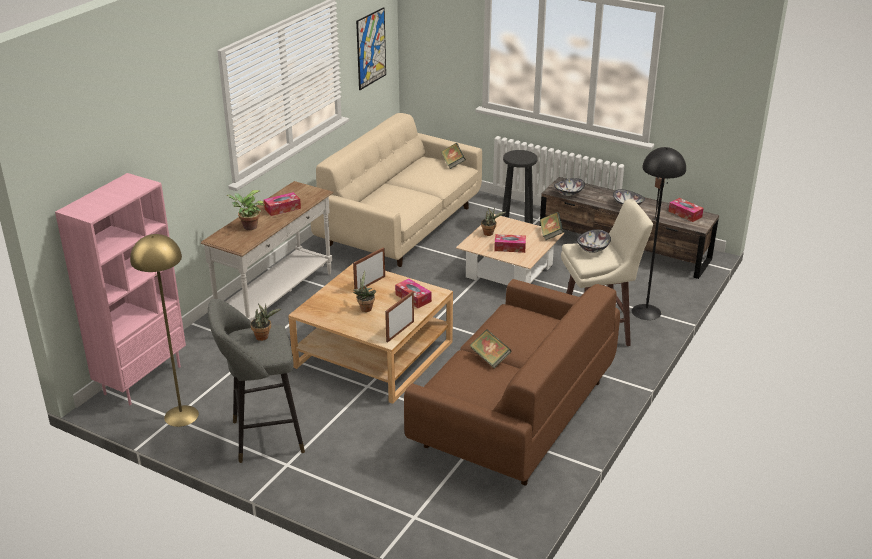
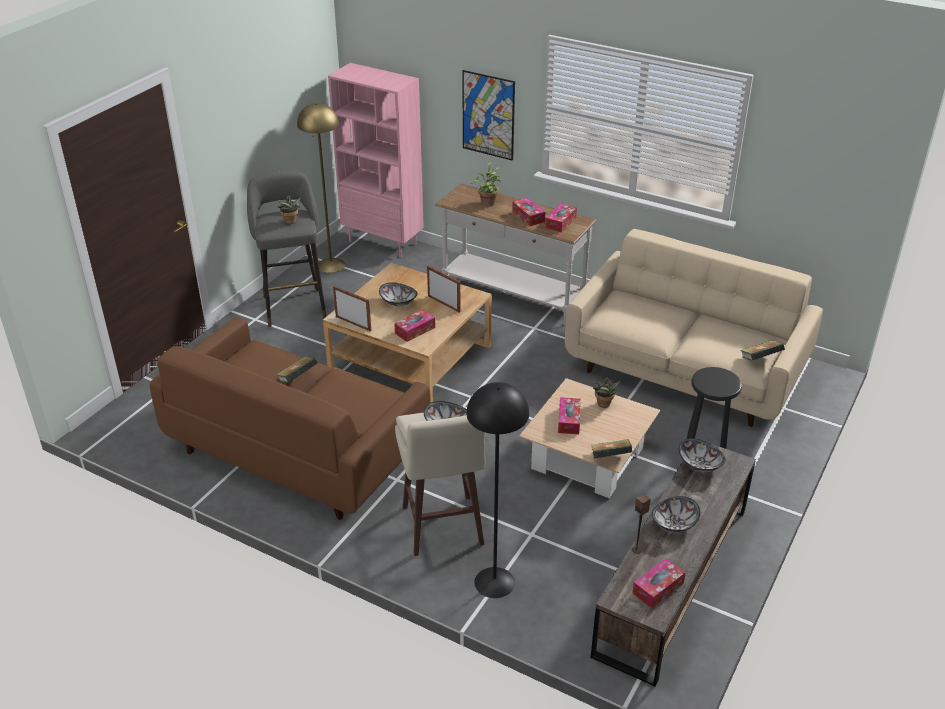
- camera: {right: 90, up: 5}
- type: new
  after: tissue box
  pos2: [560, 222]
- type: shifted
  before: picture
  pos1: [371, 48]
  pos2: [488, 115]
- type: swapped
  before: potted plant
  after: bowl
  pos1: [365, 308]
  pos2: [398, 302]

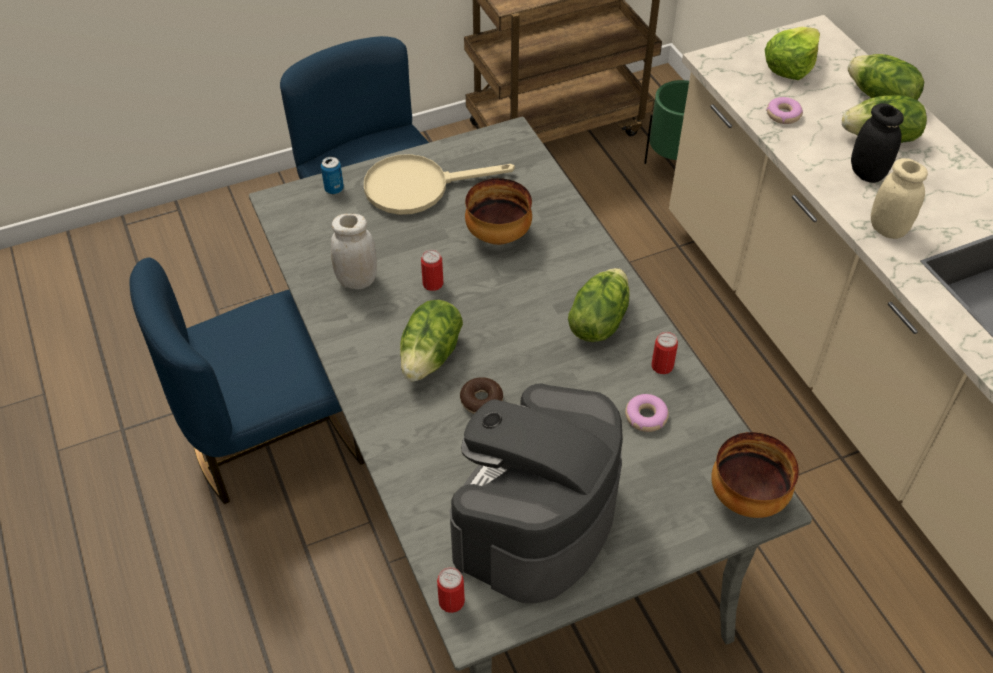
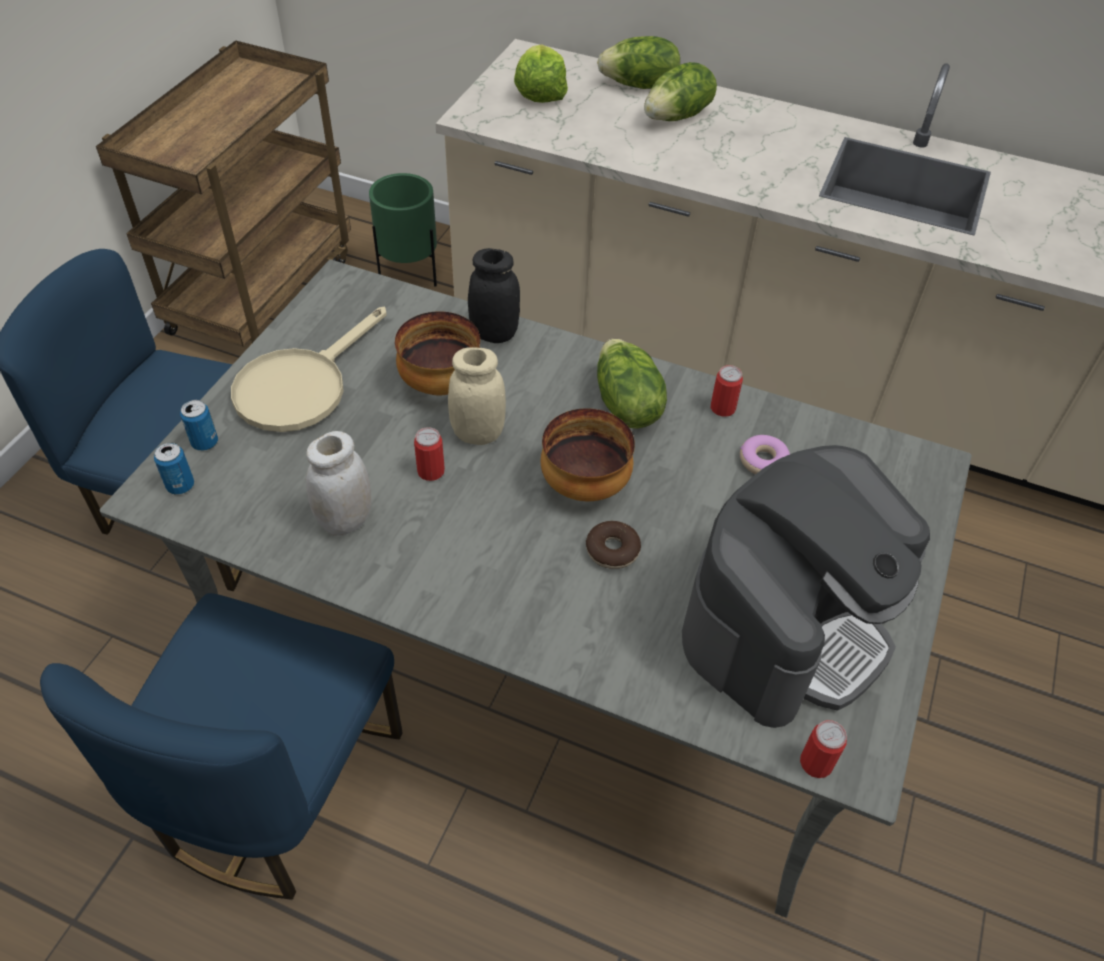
- camera: {right: -45, up: 0}
- type: gone
  before: lettuce
  pos1: [431, 356]
- type: gone
  before: donut
  pos1: [783, 115]
- type: new
  after: can
  pos2: [180, 485]
- type: shifted
  before: bowl
  pos1: [746, 496]
  pos2: [583, 485]
- type: shifted
  before: black jar
  pos1: [867, 173]
  pos2: [494, 333]
- type: shifted
  before: beige jar
  pos1: [888, 229]
  pos2: [478, 433]
- type: rotated
  before: coffee machine
  pos1: [535, 520]
  pos2: [789, 624]
  turn: -120

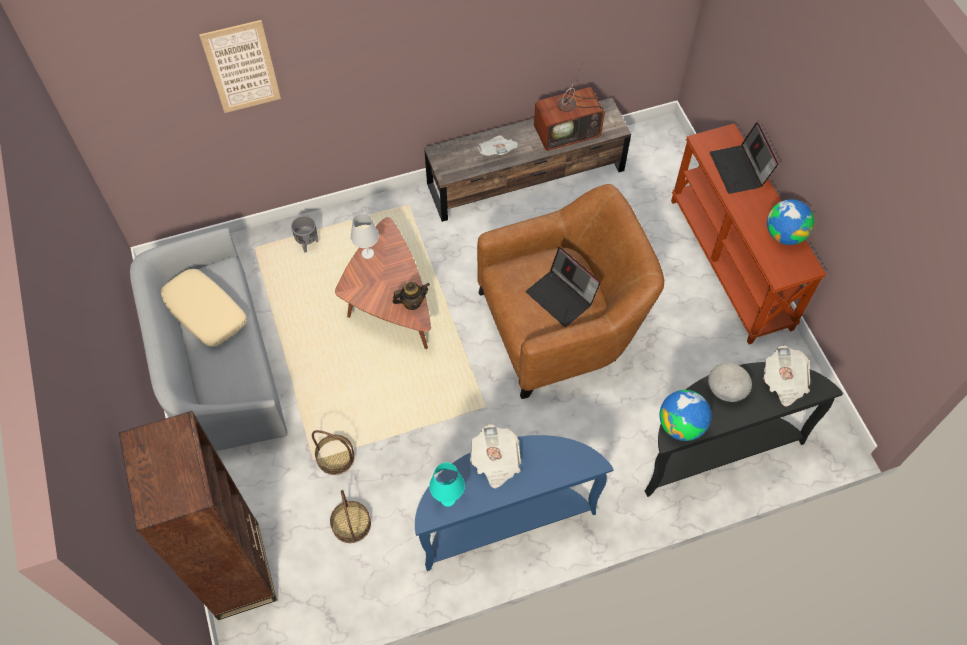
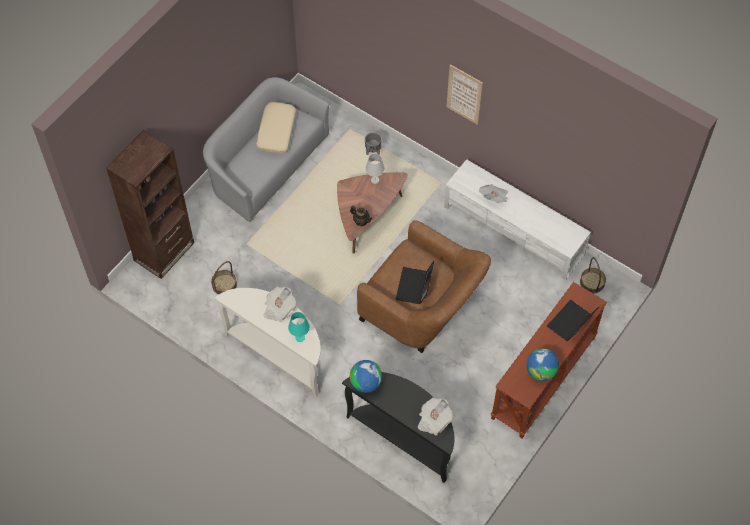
- camera: {right: 55, up: 0}
- type: gone
  before: television
  pos1: [568, 132]
- type: gone
  before: grey bowl
  pos1: [727, 389]
- type: shifted
  before: picture
  pos1: [241, 67]
  pos2: [464, 94]
- type: shifted
  before: basket
  pos1: [335, 457]
  pos2: [592, 282]
- type: shifted
  before: turquoise table lamp
  pos1: [448, 499]
  pos2: [300, 338]
- type: repainted
  before: blue console table
  after: white console table
  pos1: [504, 519]
  pos2: [280, 354]
- type: repainted
  before: brown tv stand
  after: white tv stand
  pos1: [527, 177]
  pos2: [514, 231]

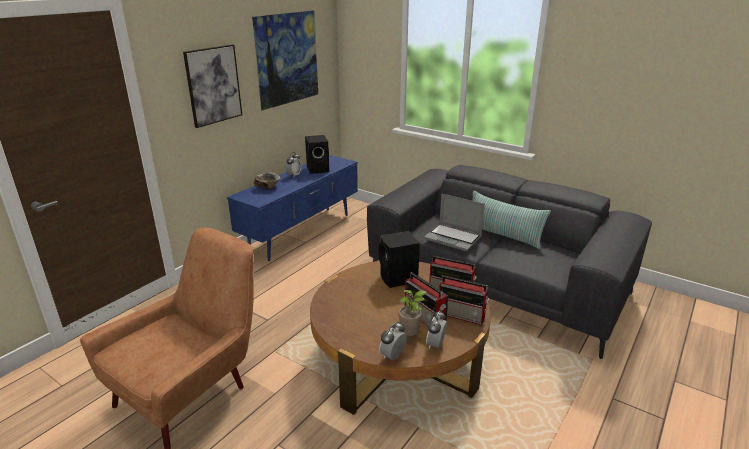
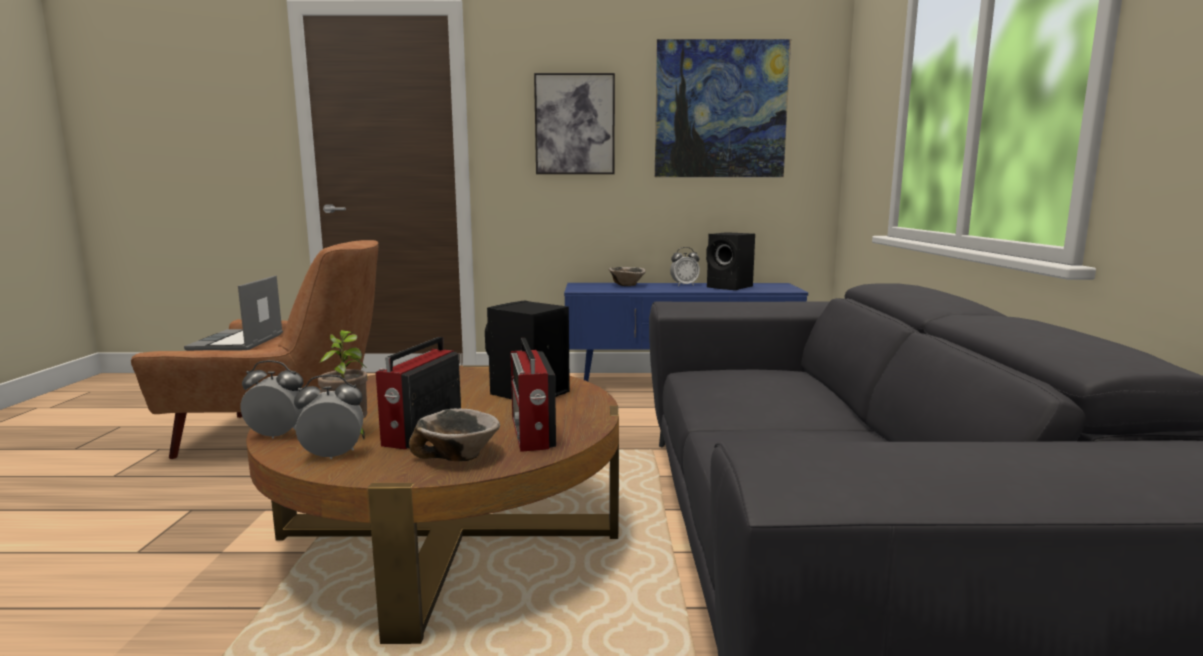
- camera: {right: 55, up: -15}
- type: gone
  before: pillow
  pos1: [503, 235]
- type: shifted
  before: laptop
  pos1: [454, 238]
  pos2: [238, 342]
- type: swapped
  before: radio
  after: bowl
  pos1: [462, 315]
  pos2: [459, 455]

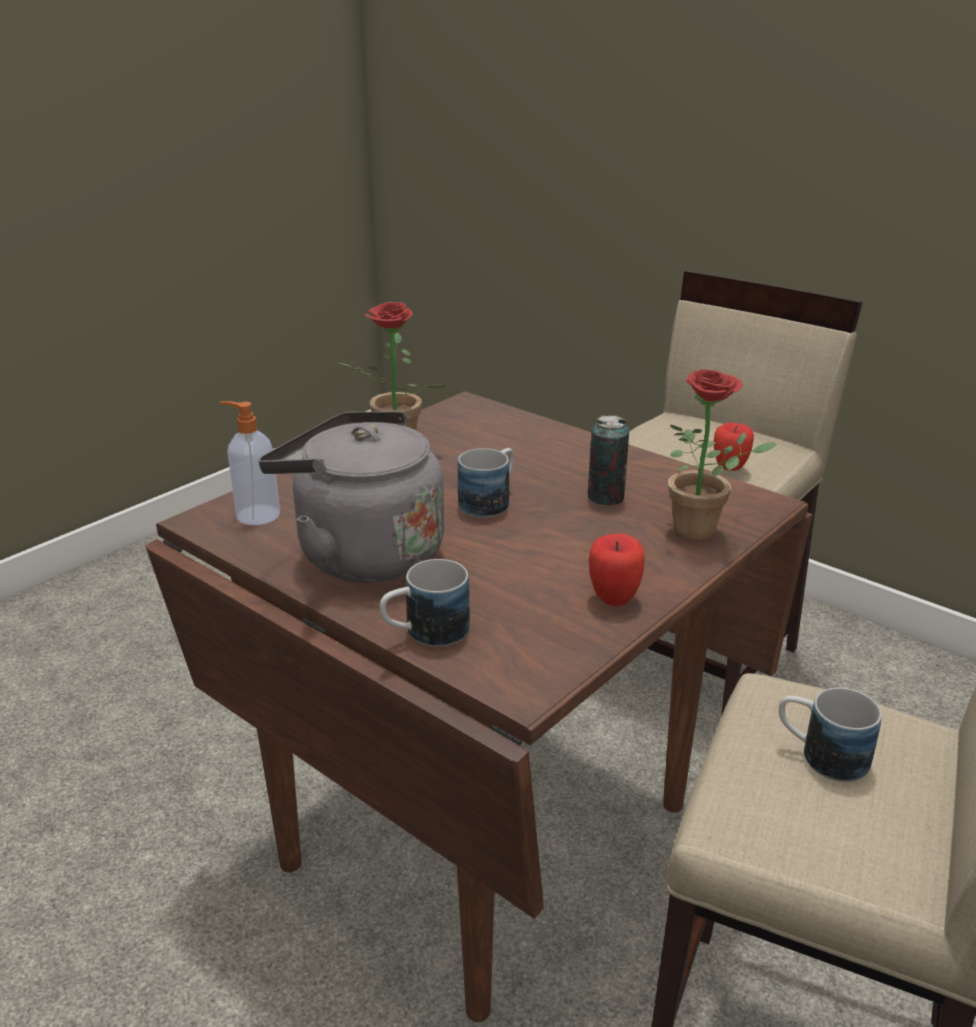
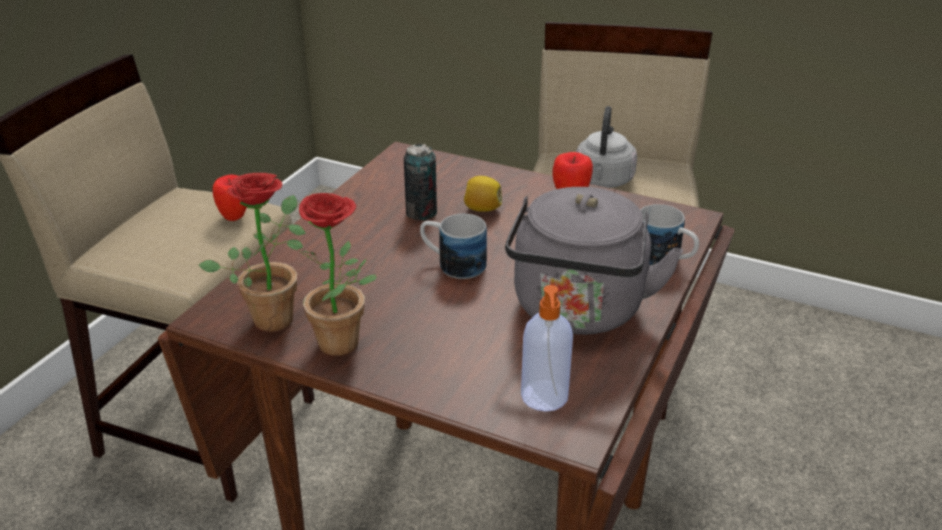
- camera: {right: -105, up: 5}
- type: new
  after: lemon
  pos2: [482, 209]
- type: shifted
  before: potted plant
  pos1: [703, 532]
  pos2: [275, 314]
- type: swapped
  before: mug
  after: grey kettle
  pos1: [820, 755]
  pos2: [603, 181]

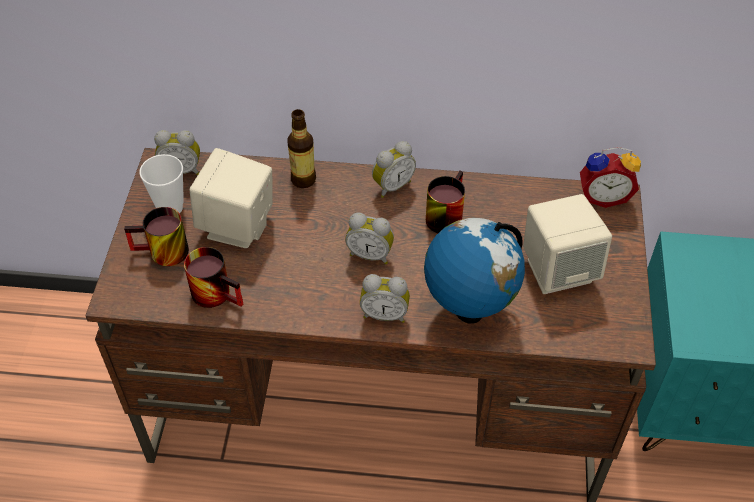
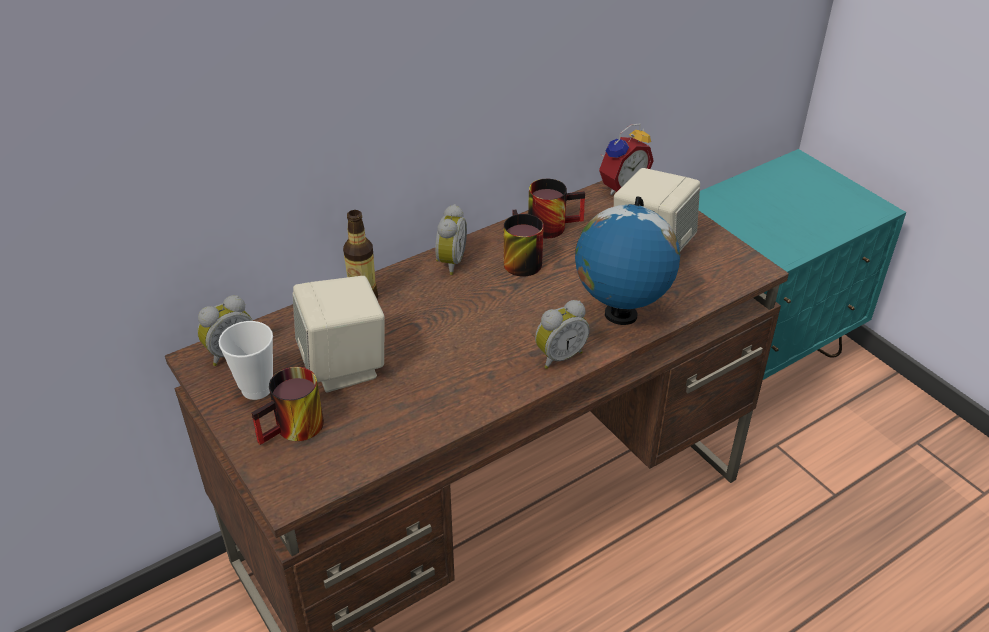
- camera: {right: -40, up: -10}
- type: gone
  before: alarm clock
  pos1: [370, 254]
- type: shifted
  before: mug
  pos1: [218, 292]
  pos2: [552, 224]

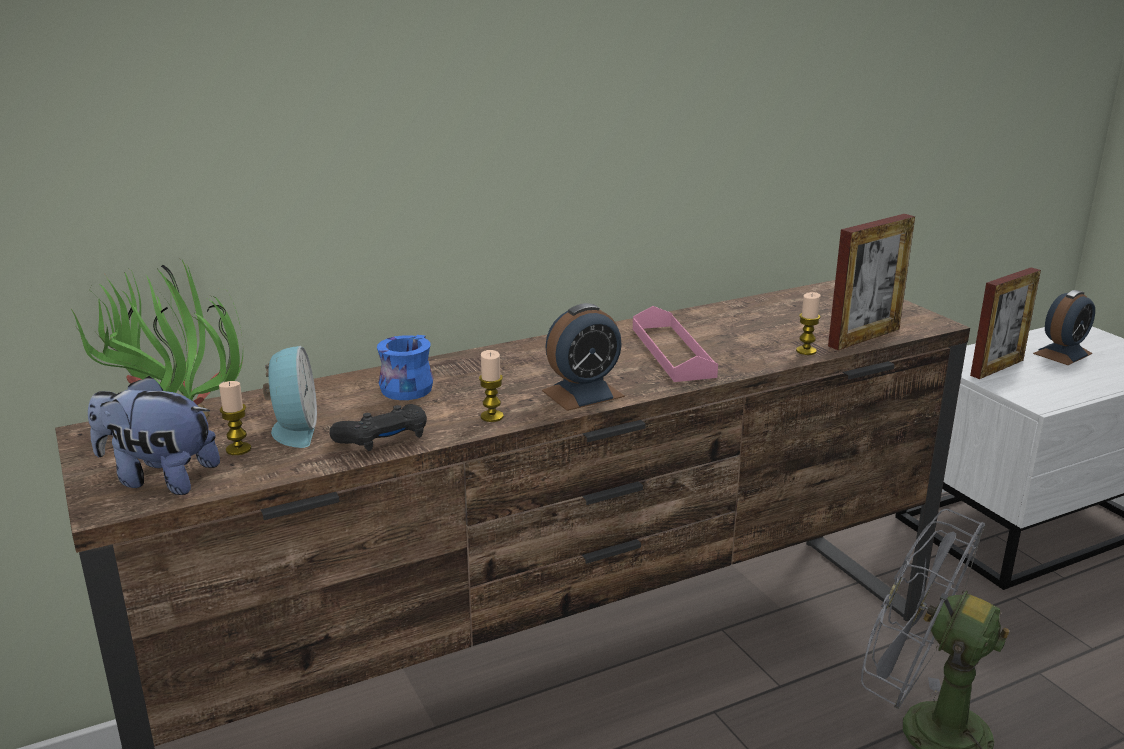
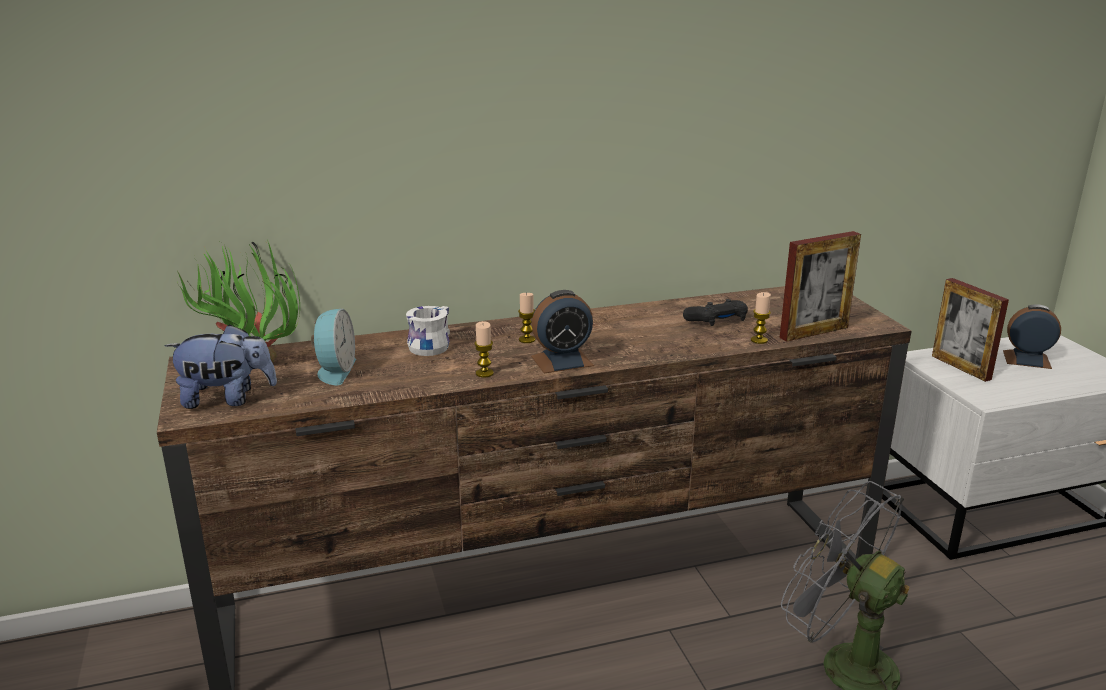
- camera: {right: 10, up: 0}
- type: gone
  before: pink tray
  pos1: [672, 352]
- type: shifted
  before: candle
  pos1: [238, 449]
  pos2: [527, 339]
- type: shifted
  before: black game controller
  pos1: [384, 440]
  pos2: [717, 321]
- type: repainted
  before: blue mug
  after: white mug
  pos1: [406, 385]
  pos2: [429, 345]
- type: rotated
  before: plush toy
  pos1: [159, 478]
  pos2: [227, 399]
  turn: 150
- type: rotated
  before: picture frame
  pos1: [997, 368]
  pos2: [960, 367]
  turn: 90
- type: rotated
  before: alarm clock
  pos1: [1062, 353]
  pos2: [1026, 359]
  turn: -135

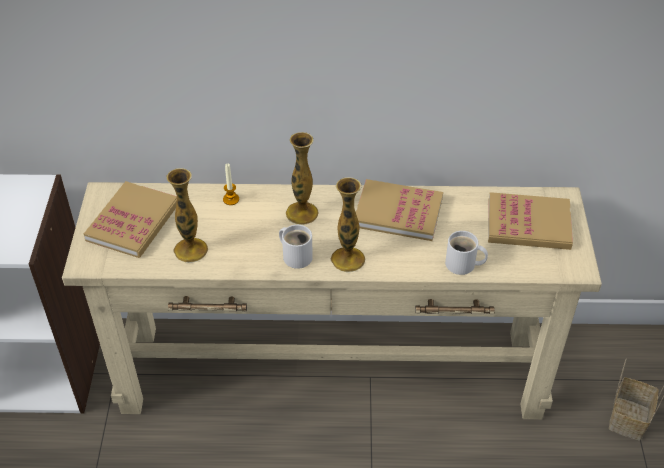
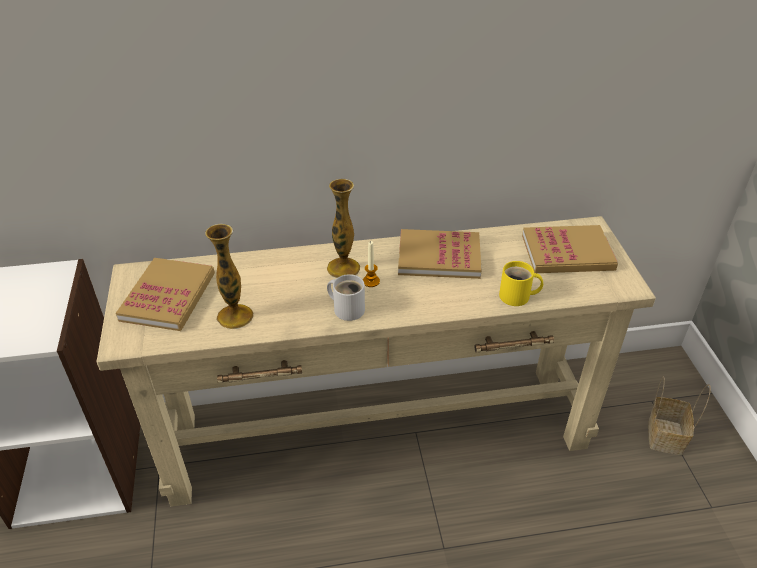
- camera: {right: -10, up: -5}
- type: gone
  before: vase
  pos1: [348, 259]
- type: shifted
  before: candle
  pos1: [231, 199]
  pos2: [371, 281]
- type: repainted
  before: white mug
  after: yellow mug
  pos1: [463, 265]
  pos2: [517, 297]

